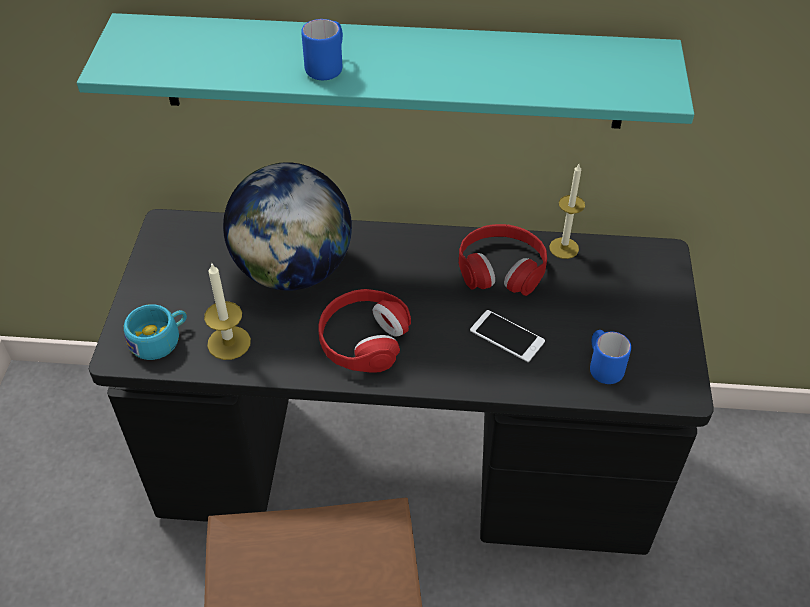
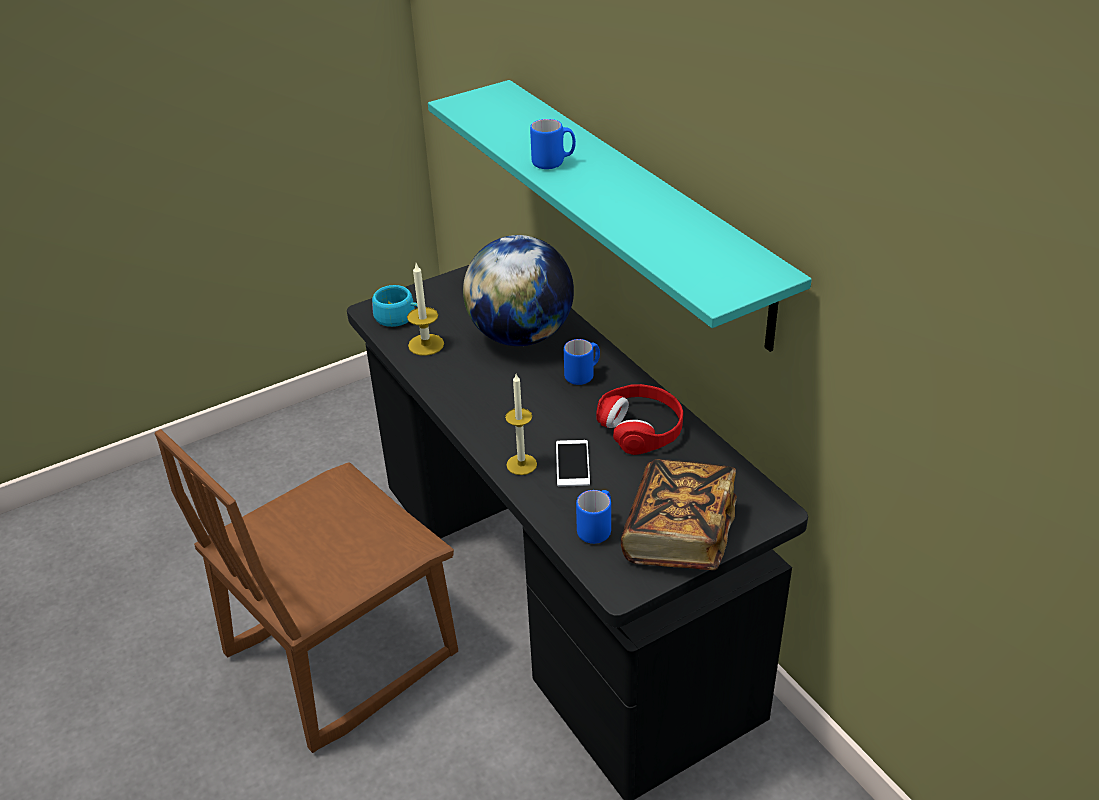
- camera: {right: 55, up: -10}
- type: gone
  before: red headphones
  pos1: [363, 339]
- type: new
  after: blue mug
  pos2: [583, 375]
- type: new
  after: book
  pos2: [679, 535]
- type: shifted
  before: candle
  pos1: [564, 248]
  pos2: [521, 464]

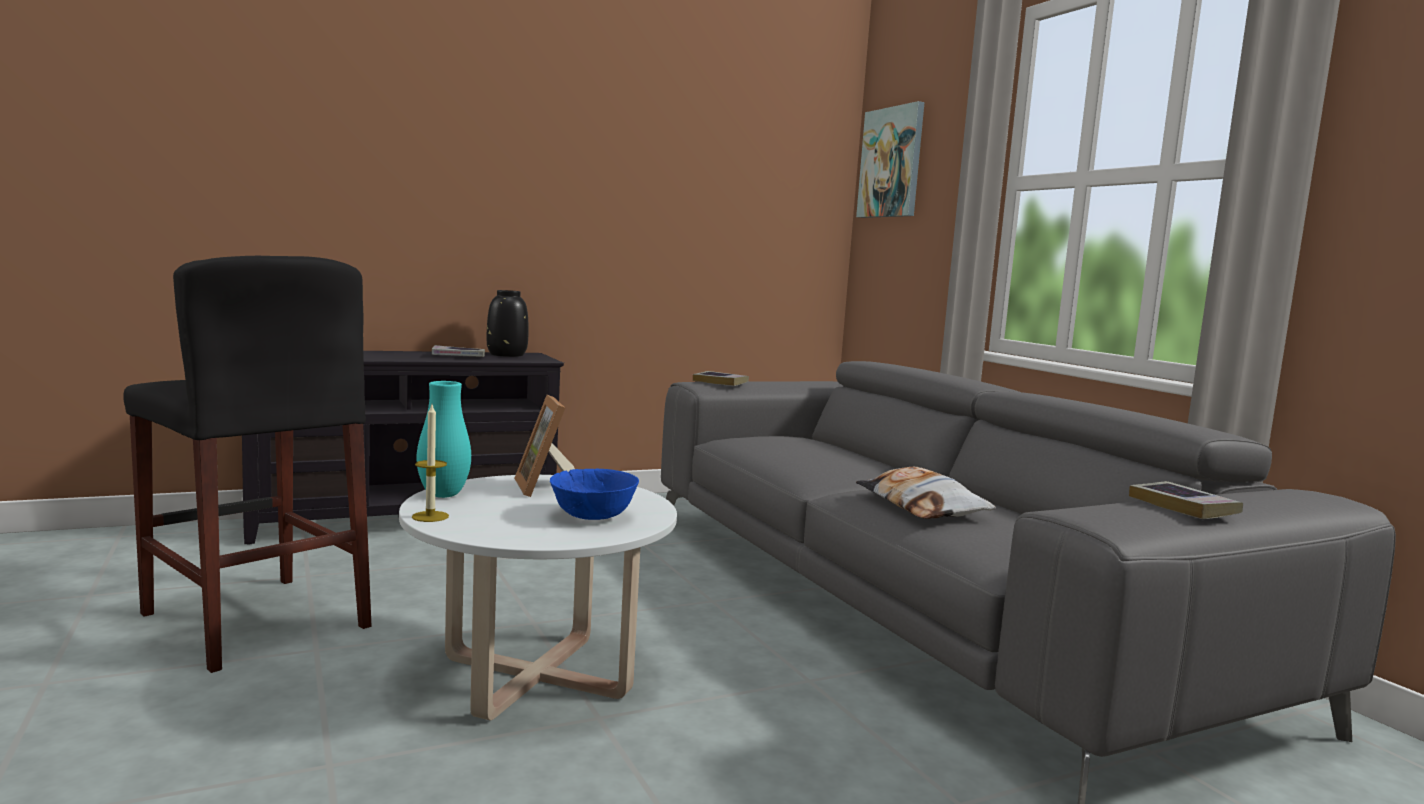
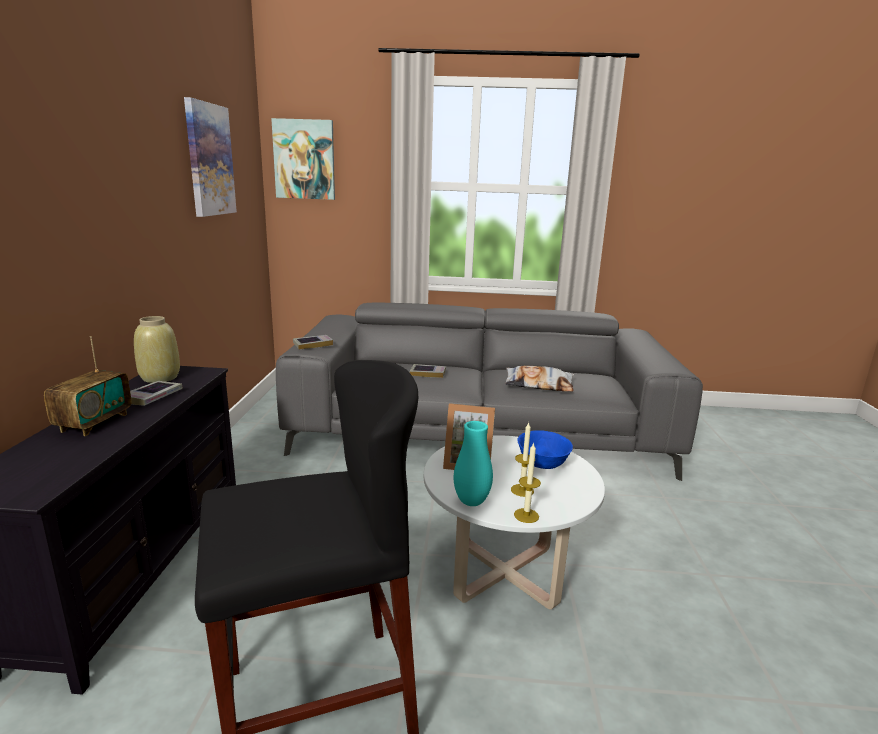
- camera: {right: -60, up: 10}
- type: new
  after: radio
  pos2: [94, 423]
- type: new
  after: picture
  pos2: [209, 160]
- type: new
  after: candle
  pos2: [522, 490]
- type: shifted
  before: book
  pos1: [1183, 507]
  pos2: [428, 373]
- type: repainted
  before: black vase
  after: beige vase
  pos1: [507, 354]
  pos2: [160, 377]

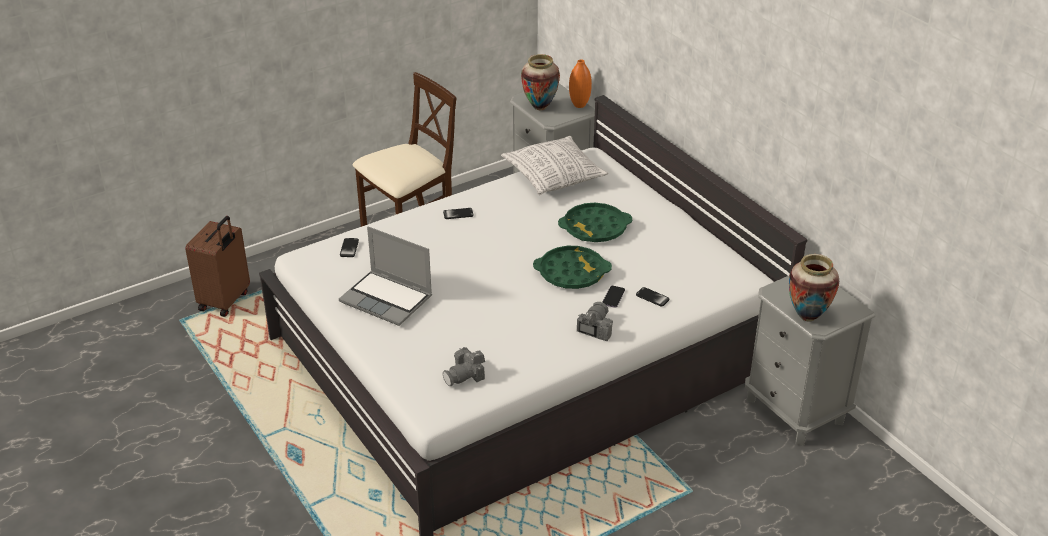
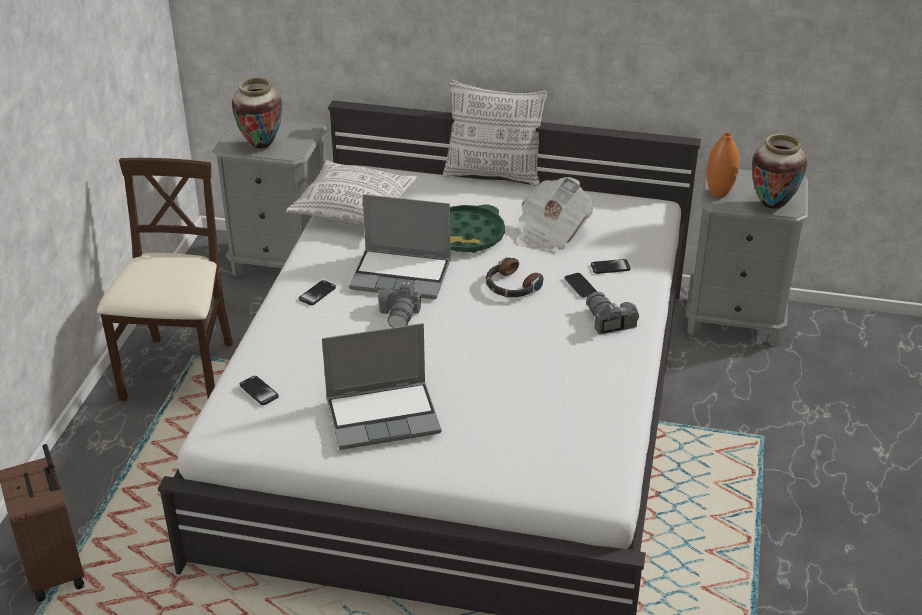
- camera: {right: -45, up: 0}
- type: new
  after: laptop
  pos2: [402, 275]
- type: new
  after: pillow
  pos2: [493, 174]
- type: new
  after: newspaper
  pos2: [551, 232]
- type: shifted
  before: photo camera
  pos1: [465, 375]
  pos2: [400, 314]
- type: shifted
  before: orange vase
  pos1: [579, 105]
  pos2: [718, 194]
- type: swapped
  before: green tray
  after: headphones
  pos1: [572, 273]
  pos2: [511, 286]

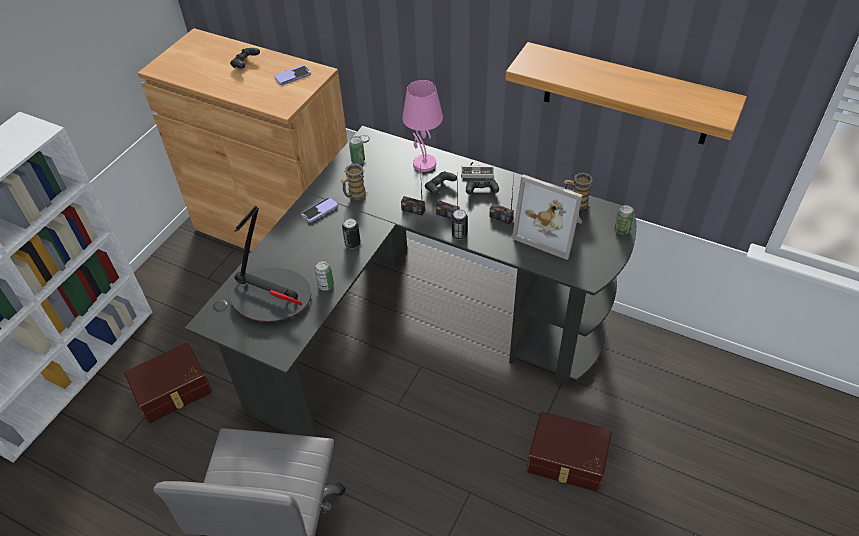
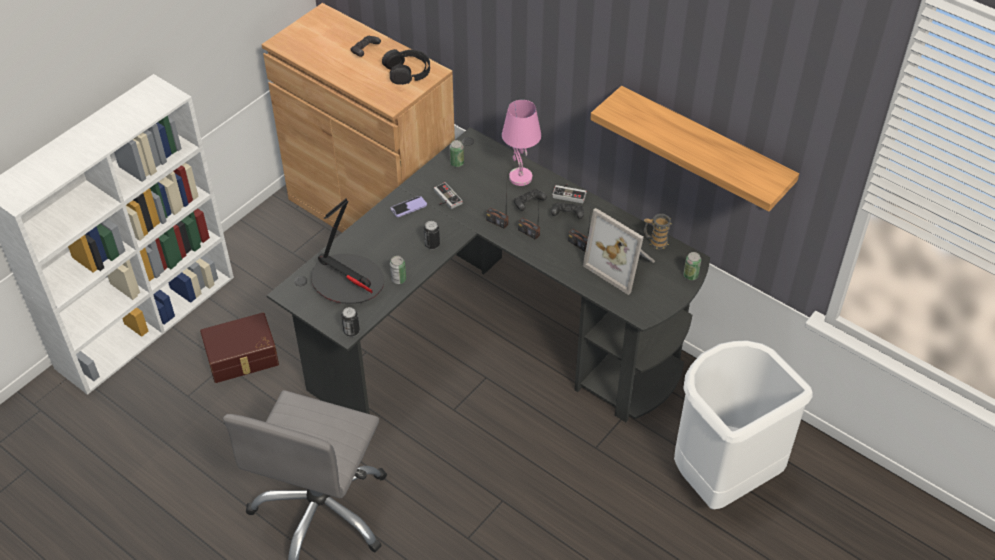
- camera: {right: 10, up: 0}
- type: gone
  before: brown storage box
  pos1: [567, 461]
- type: new
  after: white trash can
  pos2: [721, 477]
- type: shifted
  before: can
  pos1: [459, 235]
  pos2: [351, 331]
- type: swapped
  before: phone
  after: black headphones
  pos1: [293, 76]
  pos2: [407, 71]
- type: swapped
  before: mug
  after: game controller
  pos1: [354, 196]
  pos2: [445, 198]

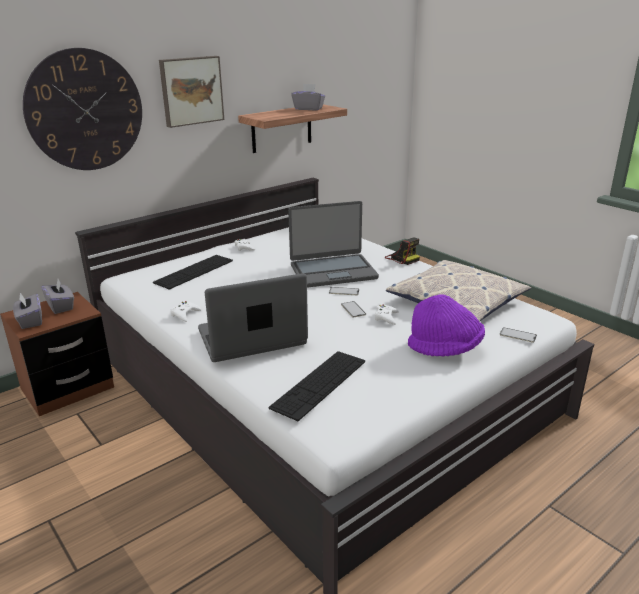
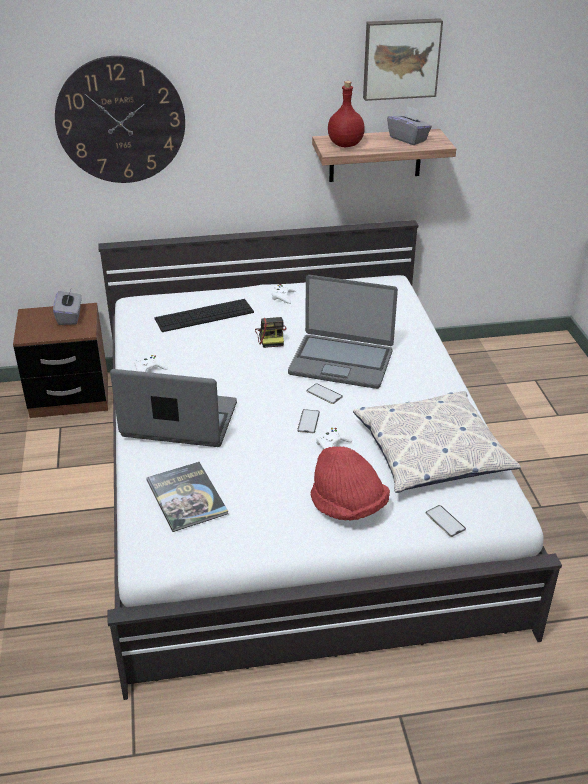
- camera: {right: 30, up: 10}
- type: gone
  before: grey tissue box
  pos1: [30, 321]
- type: new
  after: red bottle
  pos2: [345, 145]
- type: shifted
  before: picture
  pos1: [191, 90]
  pos2: [401, 58]
- type: shifted
  before: photo camera
  pos1: [402, 258]
  pos2: [271, 337]
- type: swapped
  before: keyboard
  after: book
  pos1: [319, 384]
  pos2: [186, 497]
- type: repainted
  before: purple hat
  after: red hat
  pos1: [445, 348]
  pos2: [348, 506]

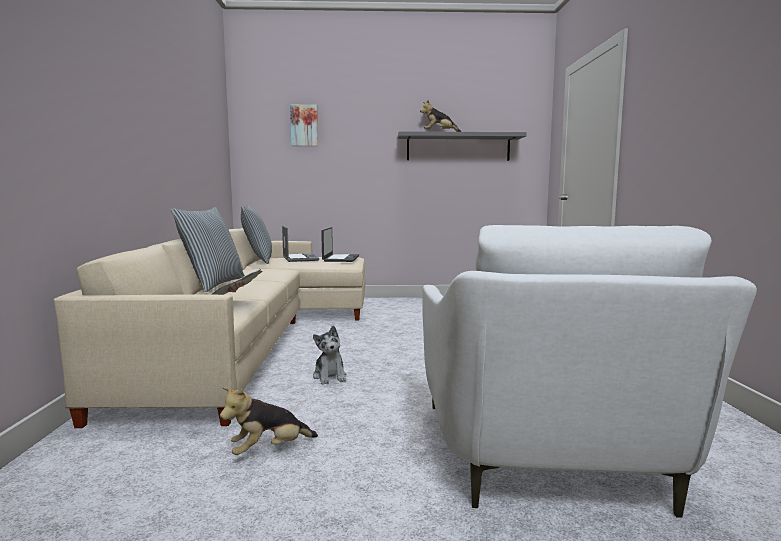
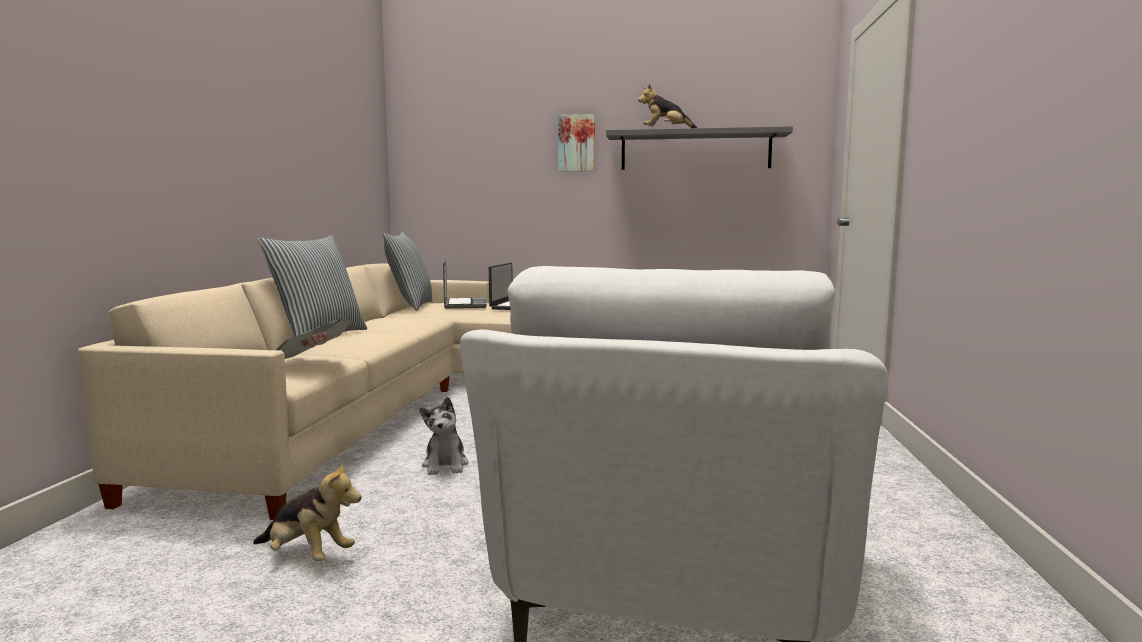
- camera: {right: 10, up: 0}
- type: shifted
  before: picture
  pos1: [304, 125]
  pos2: [576, 143]
- type: rotated
  before: plush toy
  pos1: [269, 450]
  pos2: [307, 556]
  turn: -135

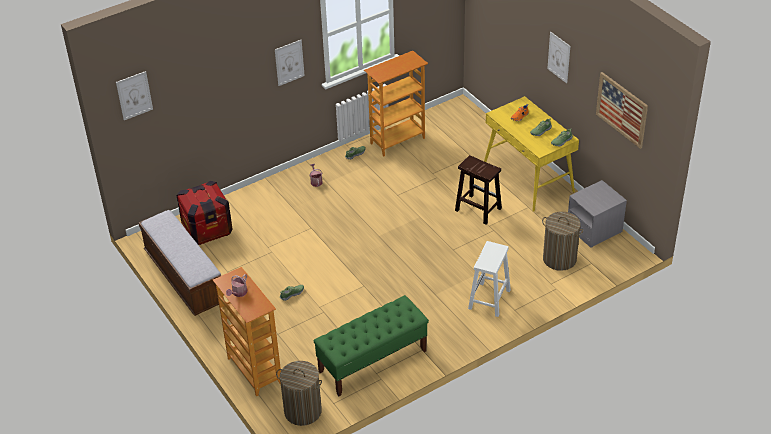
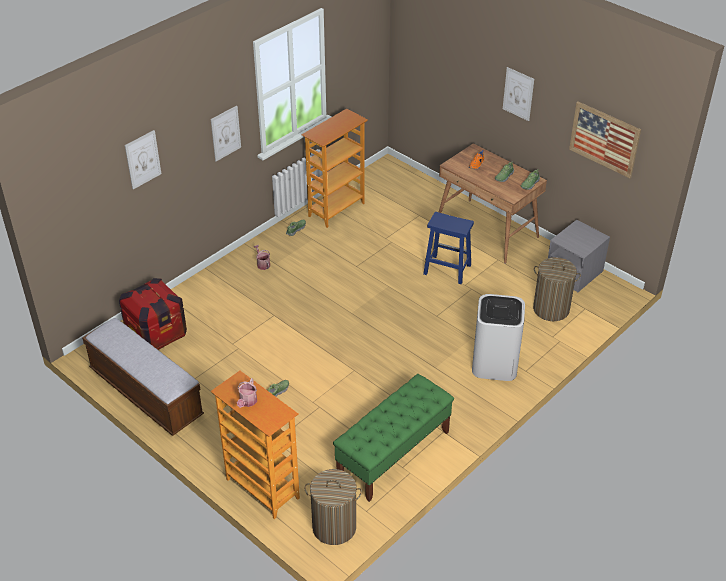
- camera: {right: -15, up: 0}
- type: shifted
  before: picture
  pos1: [134, 95]
  pos2: [143, 159]
- type: swapped
  before: white stool
  after: white trash can
  pos1: [489, 300]
  pos2: [495, 364]
- type: repainted
  before: brown stool
  after: blue stool
  pos1: [477, 209]
  pos2: [446, 269]
- type: repainted
  before: yellow desk
  after: brown desk
  pos1: [528, 179]
  pos2: [487, 231]

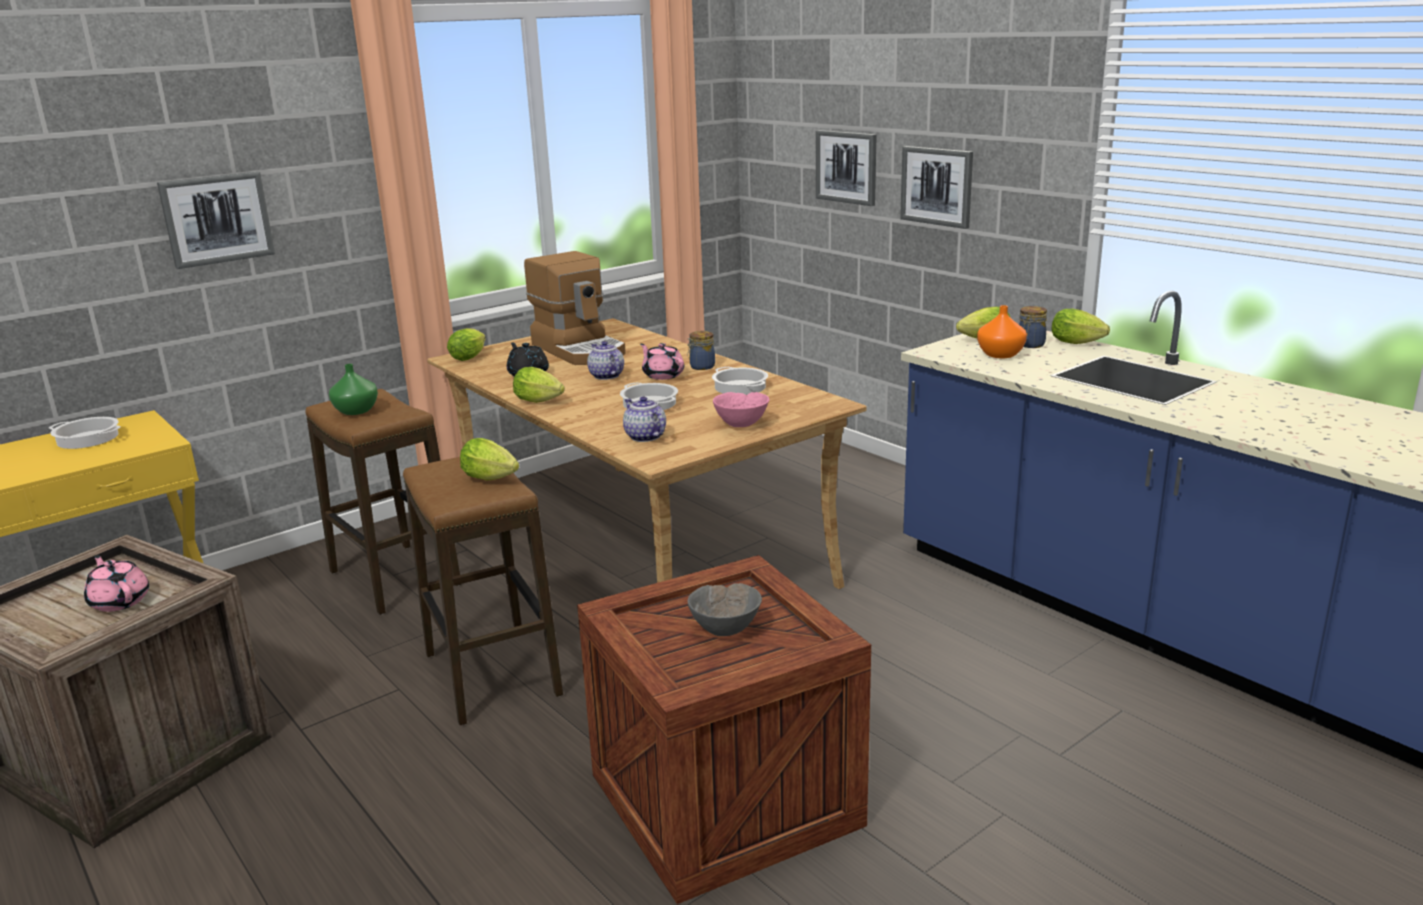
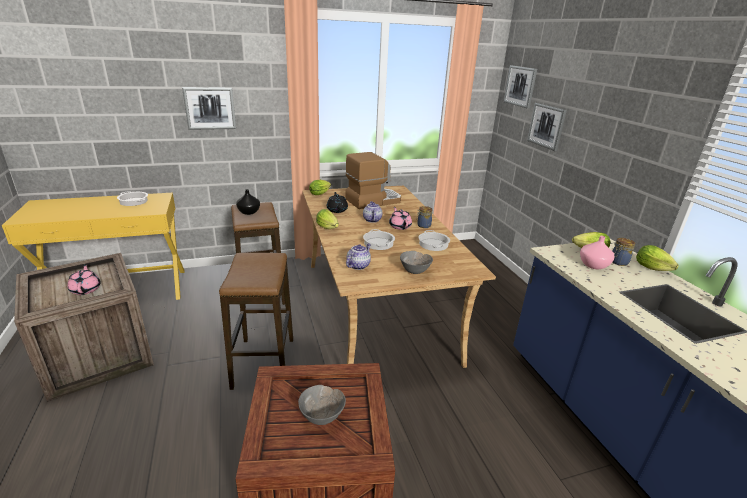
- camera: {right: 20, up: 5}
- type: gone
  before: lettuce
  pos1: [493, 479]
- type: shifted
  before: picture
  pos1: [937, 186]
  pos2: [520, 86]
- type: repainted
  before: green vase
  after: black vase
  pos1: [357, 411]
  pos2: [249, 212]
- type: repainted
  before: pink bowl
  after: grey bowl
  pos1: [741, 425]
  pos2: [415, 271]
- type: repainted
  before: orange vase
  after: pink vase
  pos1: [999, 355]
  pos2: [592, 265]
- type: rotated
  before: coffee machine
  pos1: [580, 349]
  pos2: [373, 200]
  turn: -105
- type: rotated
  before: teapot
  pos1: [644, 436]
  pos2: [358, 265]
  turn: 45

